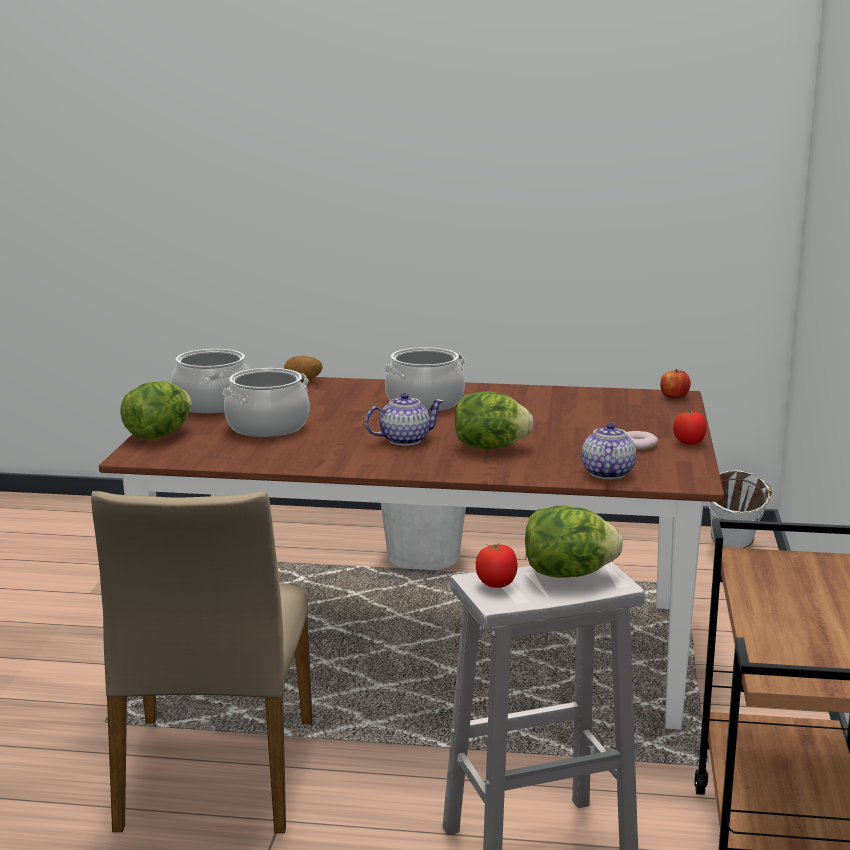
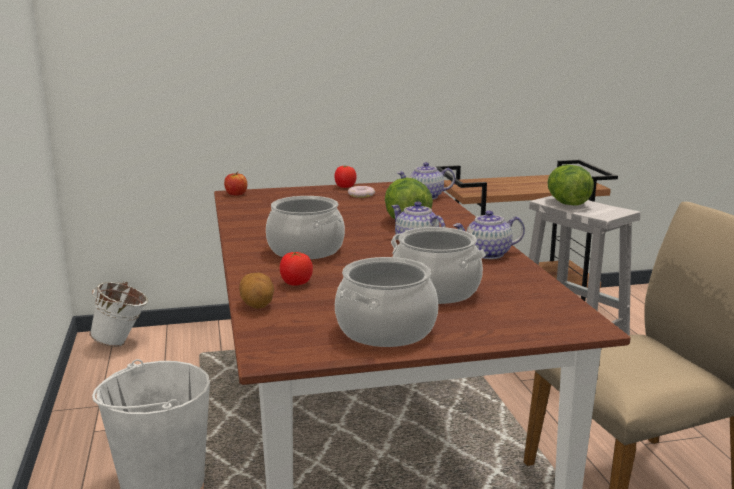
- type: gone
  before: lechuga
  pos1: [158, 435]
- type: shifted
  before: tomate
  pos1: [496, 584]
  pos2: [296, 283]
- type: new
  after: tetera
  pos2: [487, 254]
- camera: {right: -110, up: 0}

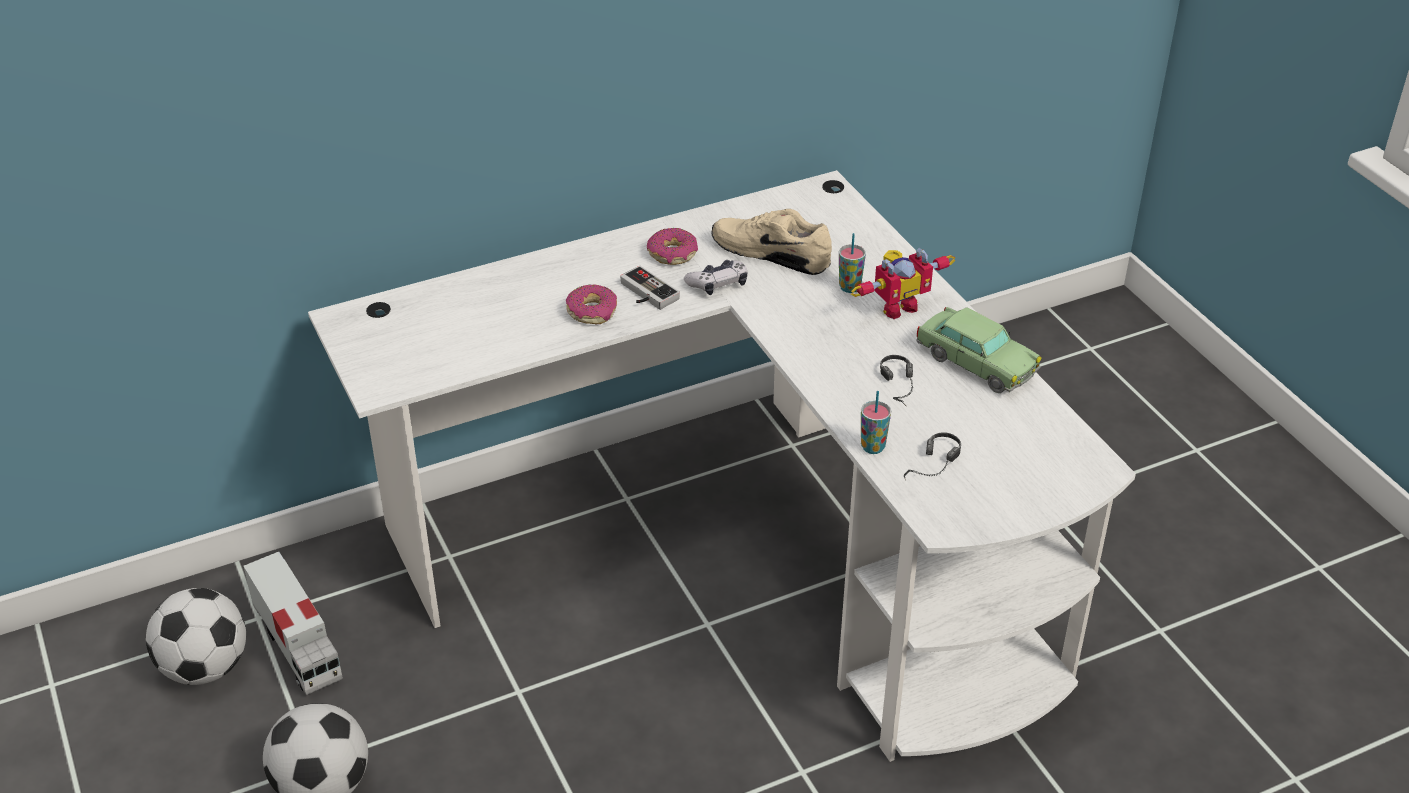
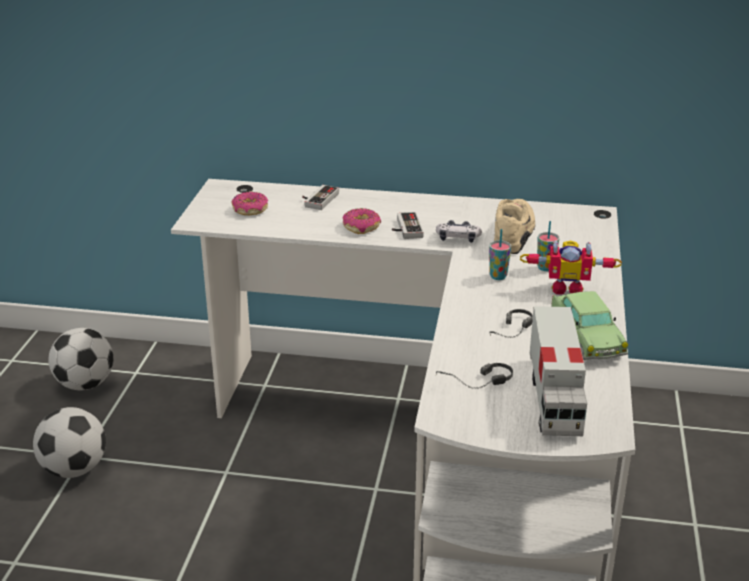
- type: rotated
  before: zapato/beis
  pos1: [772, 253]
  pos2: [514, 234]
  turn: 45
- type: shifted
  before: rosquilla
  pos1: [672, 254]
  pos2: [250, 210]
- type: shifted
  before: taza
  pos1: [873, 447]
  pos2: [498, 276]
- type: shifted
  before: camión de juguete
  pos1: [298, 646]
  pos2: [554, 398]
- type: new
  after: mando de consola
  pos2: [318, 199]
- camera: {right: 35, up: -10}

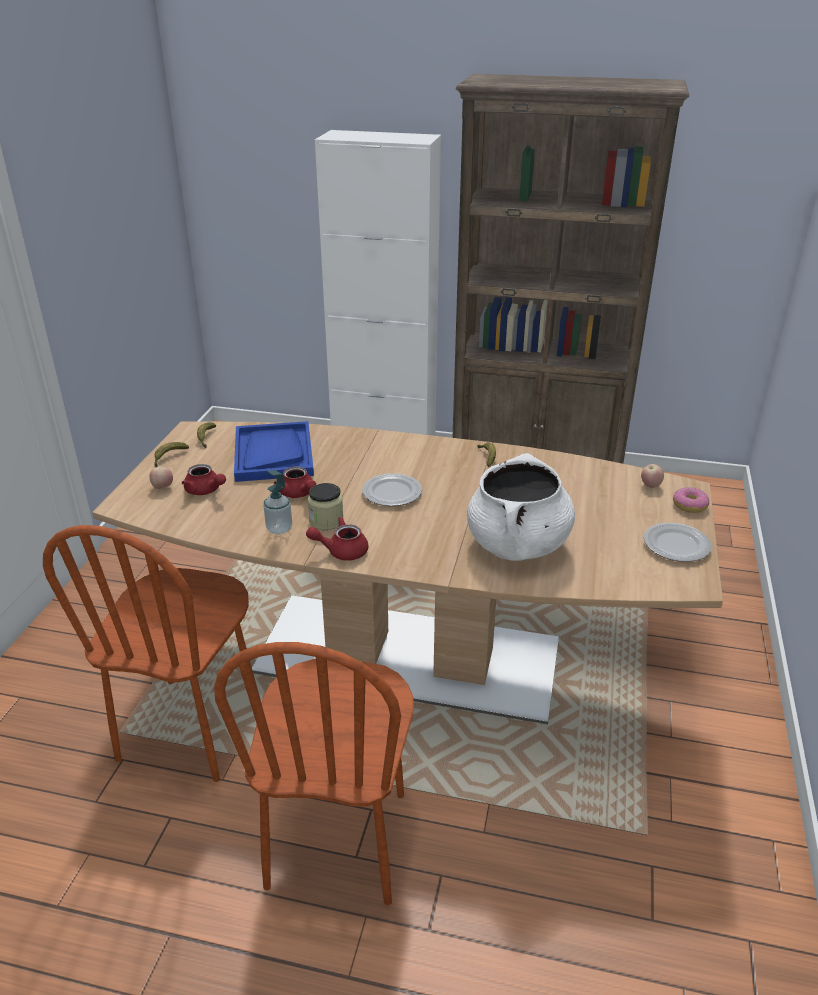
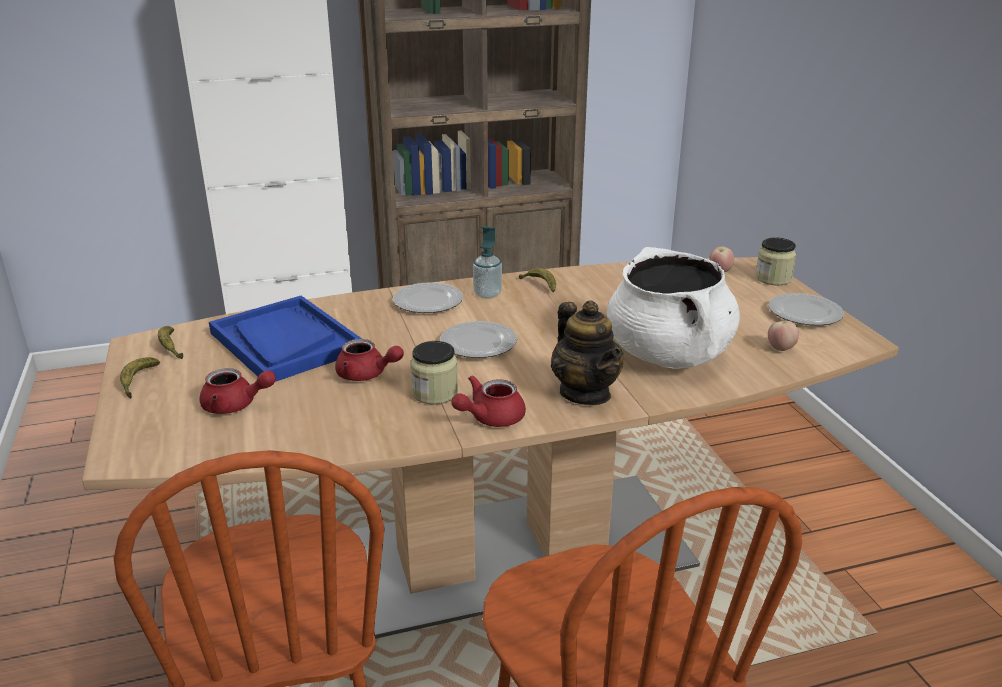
- type: shifted
  before: manzana
  pos1: [163, 487]
  pos2: [781, 348]
- type: shifted
  before: dispensador de jabón
  pos1: [279, 529]
  pos2: [487, 294]
- type: swapped
  before: rosquilla
  after: tarro
  pos1: [690, 505]
  pos2: [773, 278]
- type: new
  after: plato
  pos2: [429, 302]
- type: new
  after: tetera
  pos2: [585, 393]
- camera: {right: -30, up: -5}

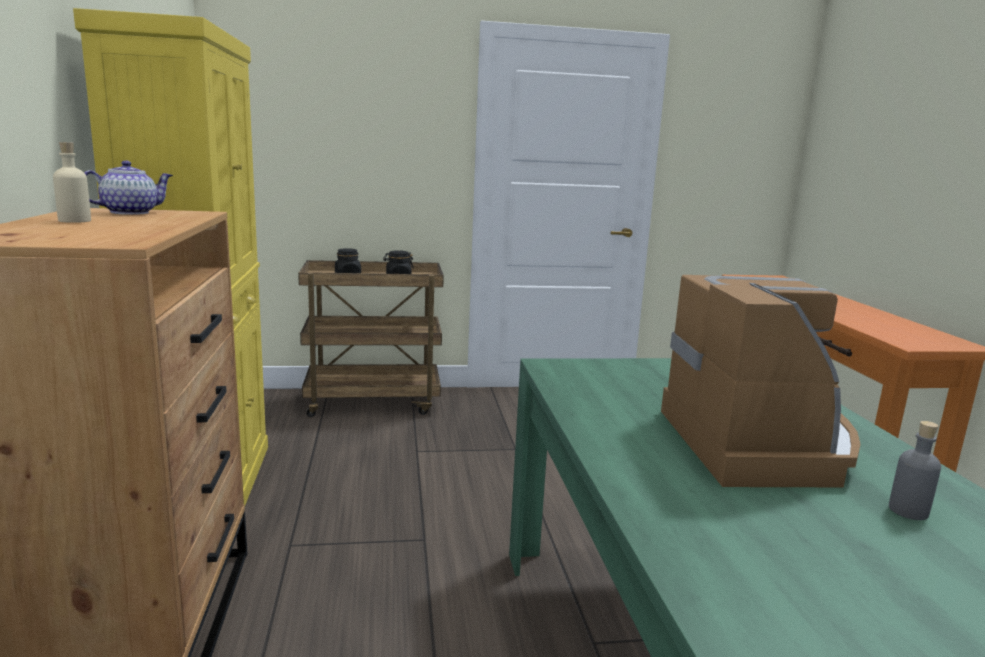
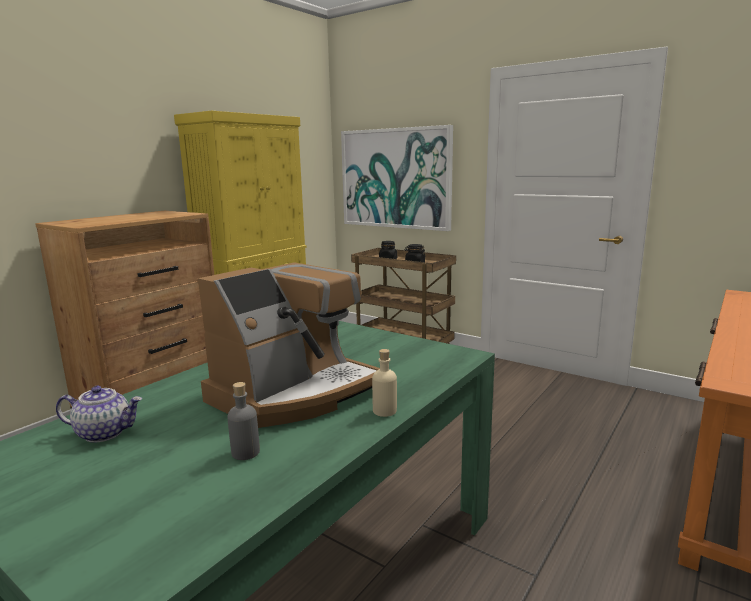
- type: shifted
  before: botella/beis
  pos1: [75, 221]
  pos2: [384, 411]
- type: shifted
  before: tetera
  pos1: [130, 212]
  pos2: [105, 433]
- type: new
  after: cuadro
  pos2: [395, 178]
- camera: {right: 45, up: 0}

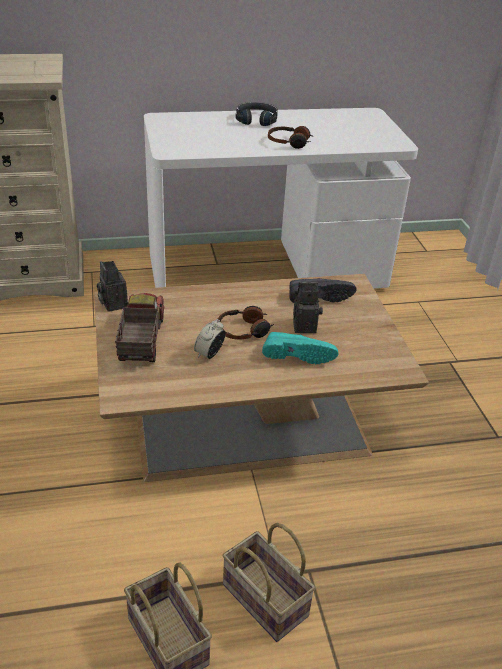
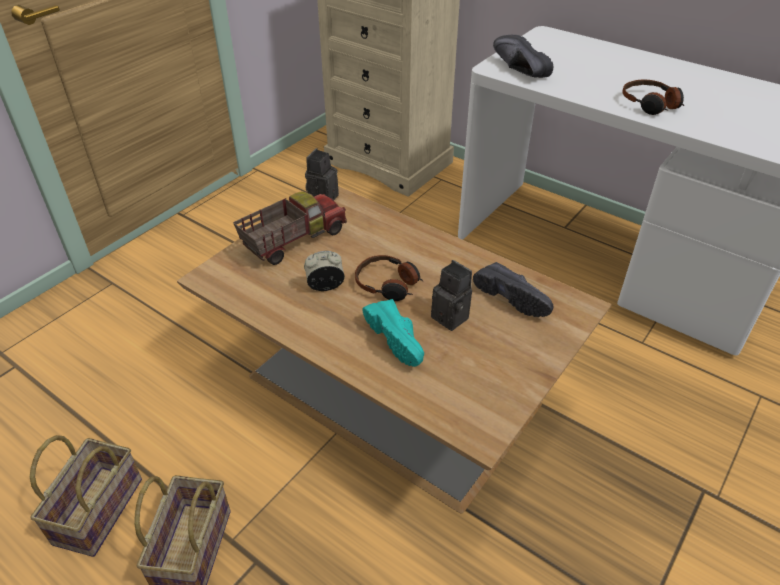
- type: gone
  before: auriculares/negro
  pos1: [256, 120]
- type: new
  after: zapato/negro
  pos2: [516, 71]
- camera: {right: 50, up: 5}

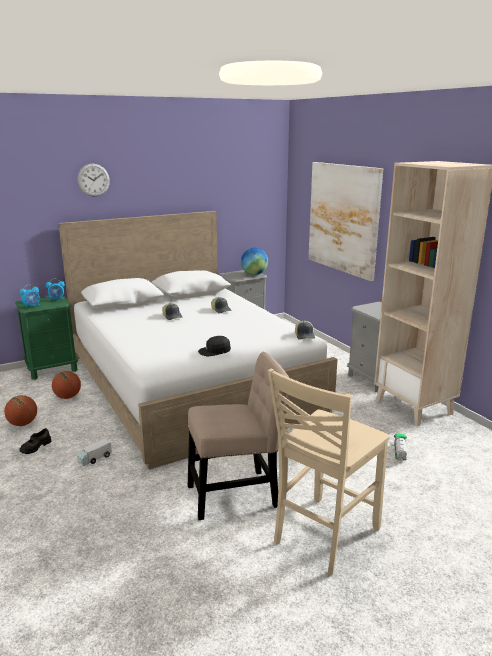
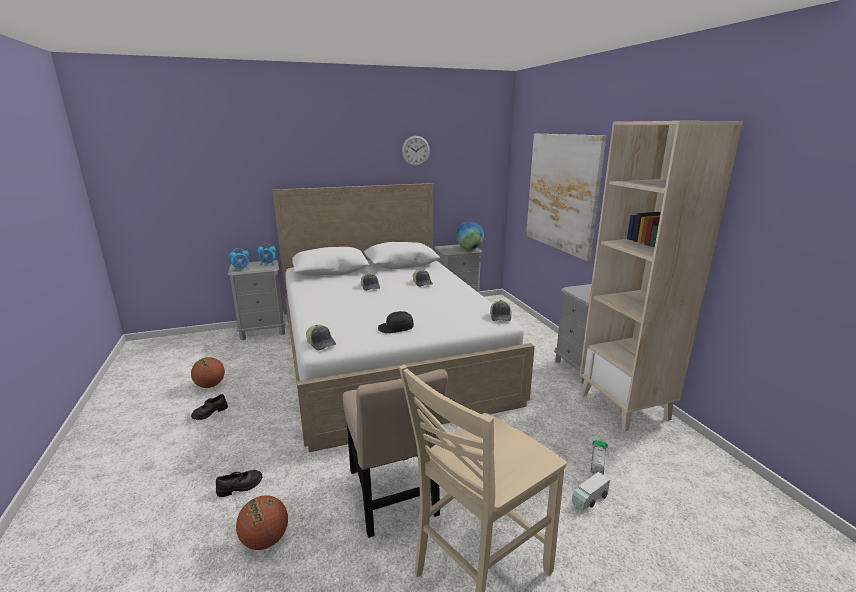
- type: shifted
  before: reloj de pared
  pos1: [93, 180]
  pos2: [415, 151]
- type: repainted
  before: mesita de noche/verde
  after: mesita de noche/gris
  pos1: [52, 369]
  pos2: [263, 331]
- type: rotated
  before: silla/beis
  pos1: [237, 494]
  pos2: [392, 496]
  turn: 75
- type: shifted
  before: balón de baloncesto
  pos1: [68, 397]
  pos2: [265, 540]
- type: shifted
  before: camión de juguete
  pos1: [94, 459]
  pos2: [589, 499]
- type: new
  after: gorra
  pos2: [321, 343]
- type: new
  after: zapato/negro
  pos2: [240, 486]
- camera: {right: 10, up: 0}

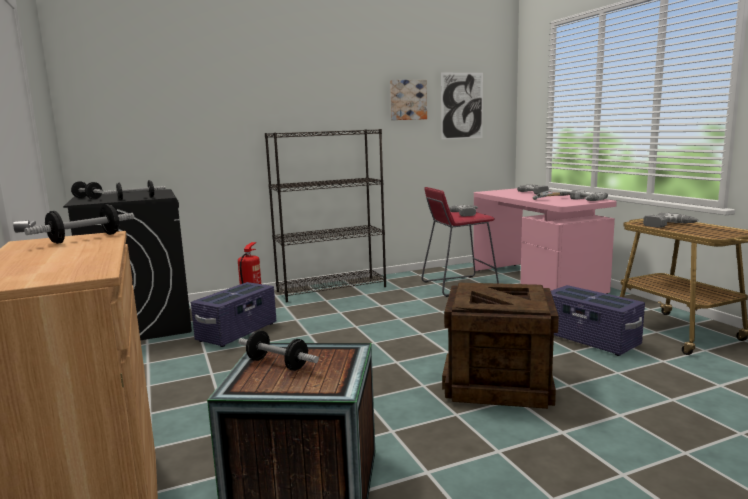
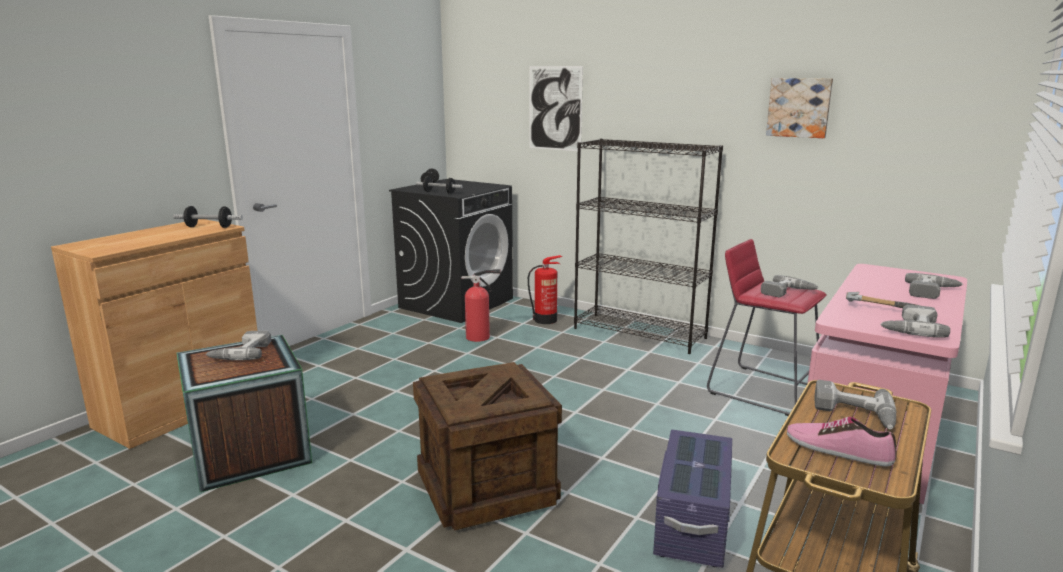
- type: shifted
  before: cuadro
  pos1: [462, 106]
  pos2: [555, 108]
- type: swapped
  before: caja de almacenaje/morado
  after: extintor
  pos1: [237, 332]
  pos2: [480, 337]
- type: swapped
  before: mancuerna
  after: taladro
  pos1: [277, 364]
  pos2: [241, 353]
- type: new
  after: zapato
  pos2: [838, 449]
- camera: {right: 55, up: 5}

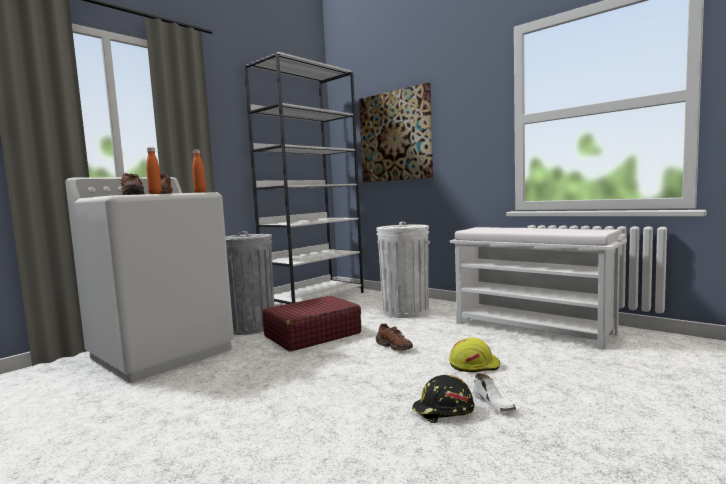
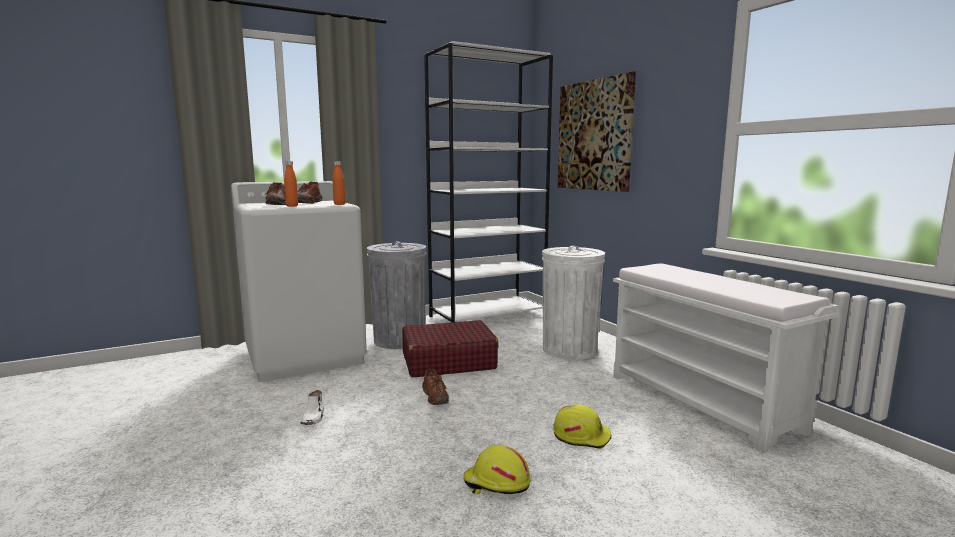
- type: shifted
  before: zapato/marrón
  pos1: [394, 347]
  pos2: [435, 398]
- type: shifted
  before: zapato/blanco
  pos1: [494, 404]
  pos2: [313, 417]
- type: repainted
  before: casco/negro
  after: casco/amarillo
  pos1: [443, 411]
  pos2: [496, 483]
- camera: {right: 20, up: 5}

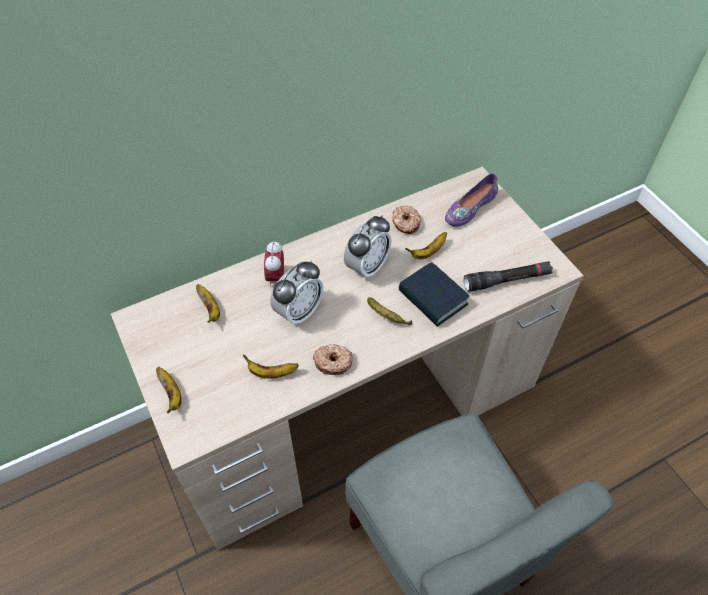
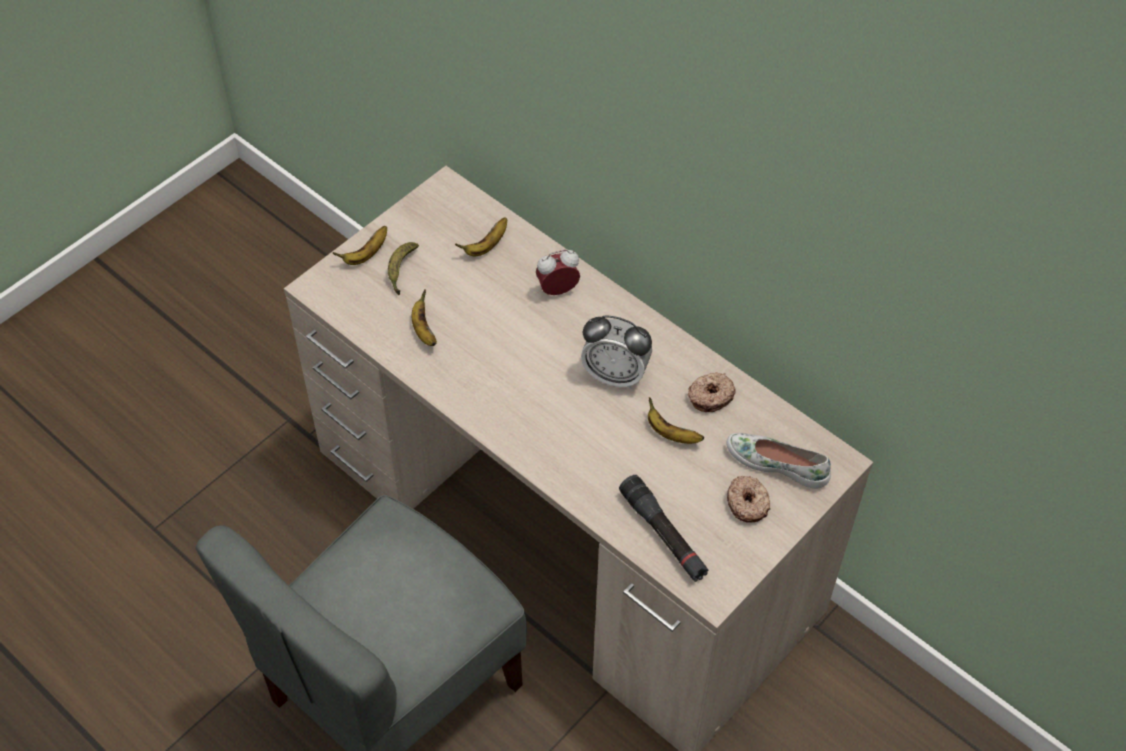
- type: repainted
  before: zapato/morado
  after: zapato/blanco
  pos1: [469, 208]
  pos2: [777, 463]
- type: gone
  before: despertador
  pos1: [299, 312]
- type: gone
  before: libro
  pos1: [432, 298]
- type: shifted
  before: plátano
  pos1: [386, 316]
  pos2: [401, 270]
- type: shifted
  before: rosquilla
  pos1: [333, 362]
  pos2: [748, 503]
- camera: {right: 70, up: 0}

